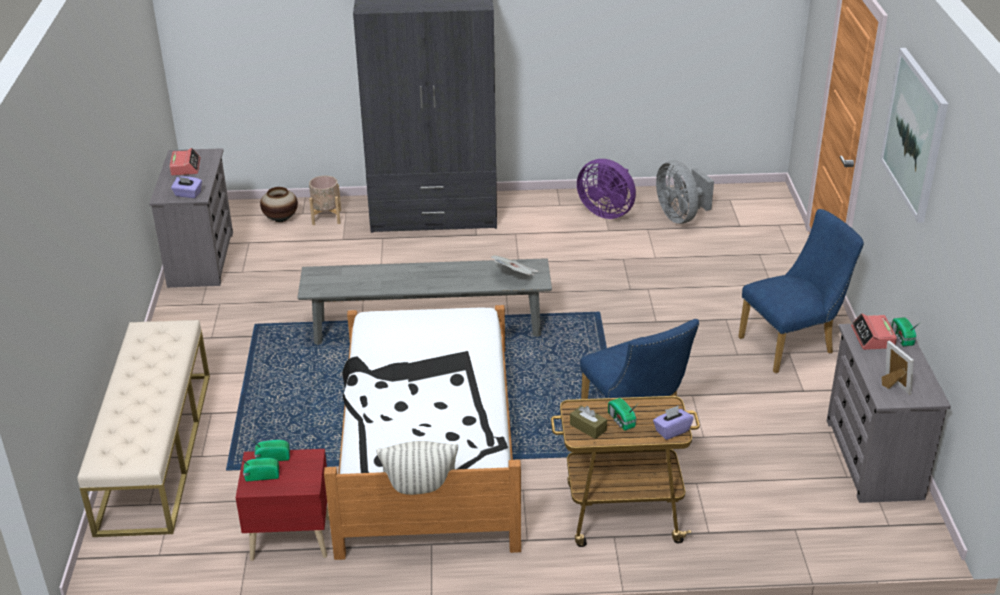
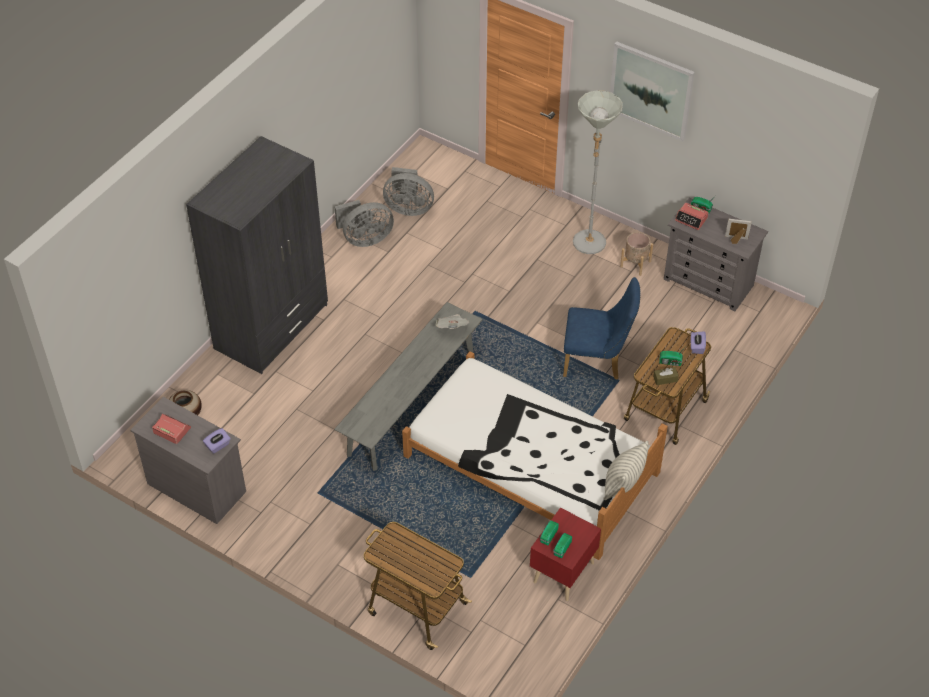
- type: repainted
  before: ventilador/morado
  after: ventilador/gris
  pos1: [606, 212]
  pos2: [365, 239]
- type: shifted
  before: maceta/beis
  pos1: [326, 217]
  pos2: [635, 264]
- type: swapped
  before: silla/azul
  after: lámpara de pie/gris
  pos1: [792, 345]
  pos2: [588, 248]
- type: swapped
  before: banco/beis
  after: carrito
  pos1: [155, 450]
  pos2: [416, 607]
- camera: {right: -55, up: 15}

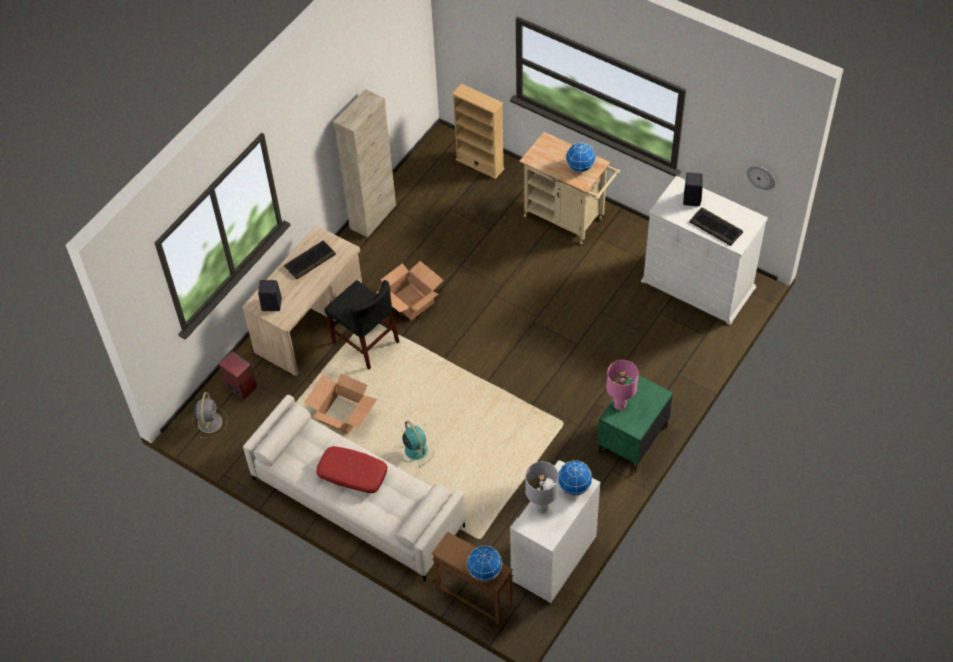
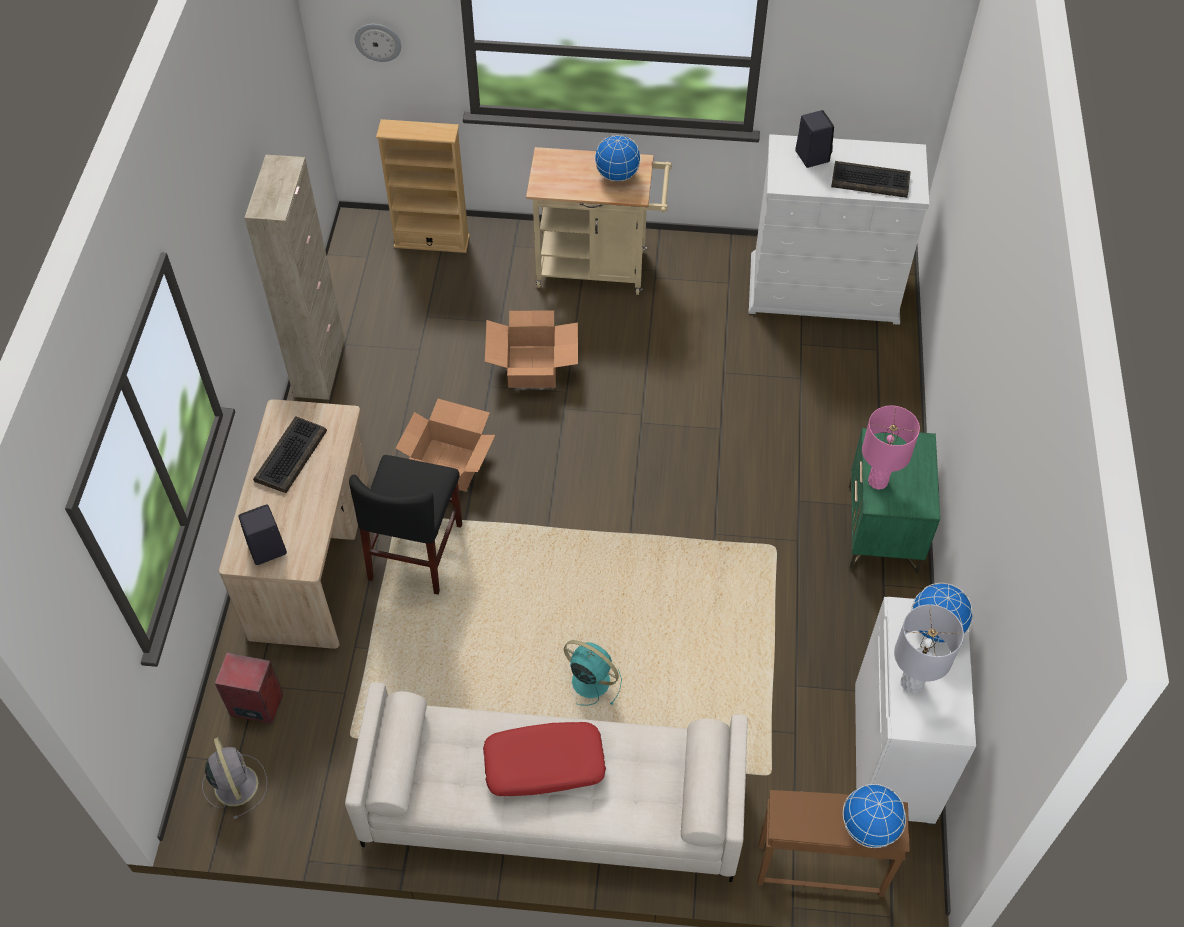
- type: shifted
  before: reloj de pared
  pos1: [761, 177]
  pos2: [378, 41]
- type: rotated
  before: silla/negro
  pos1: [365, 342]
  pos2: [416, 551]
  turn: 90
- type: shifted
  before: caja de cartón
  pos1: [343, 414]
  pos2: [533, 366]
- camera: {right: -30, up: 0}

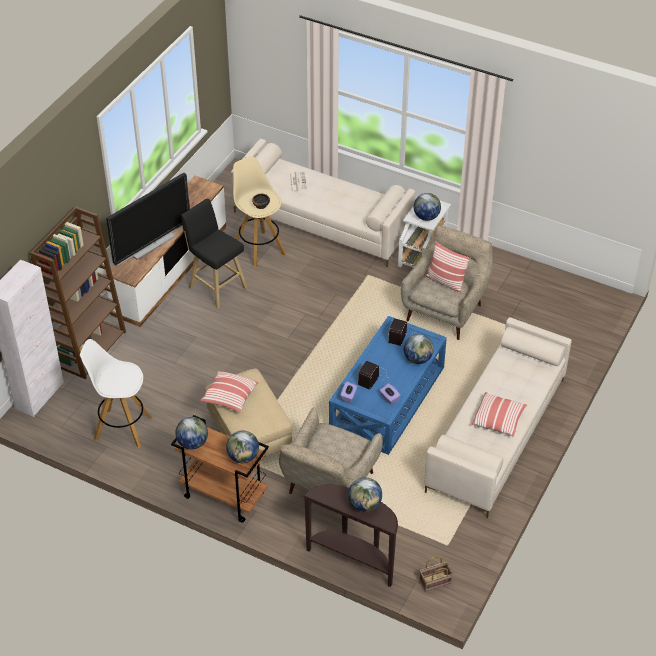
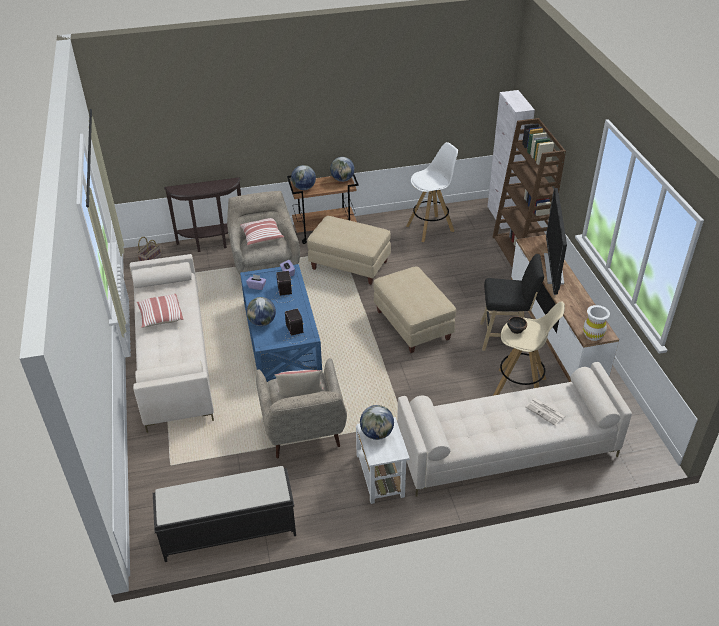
- type: shifted
  before: cojín
  pos1: [229, 397]
  pos2: [261, 237]
- type: gone
  before: globo terráqueo
  pos1: [365, 505]
- type: new
  after: puf/beis
  pos2: [413, 325]
- type: new
  after: florero/blanco
  pos2: [593, 335]
- type: new
  after: banco/negro
  pos2: [227, 530]
- camera: {right: 140, up: -5}

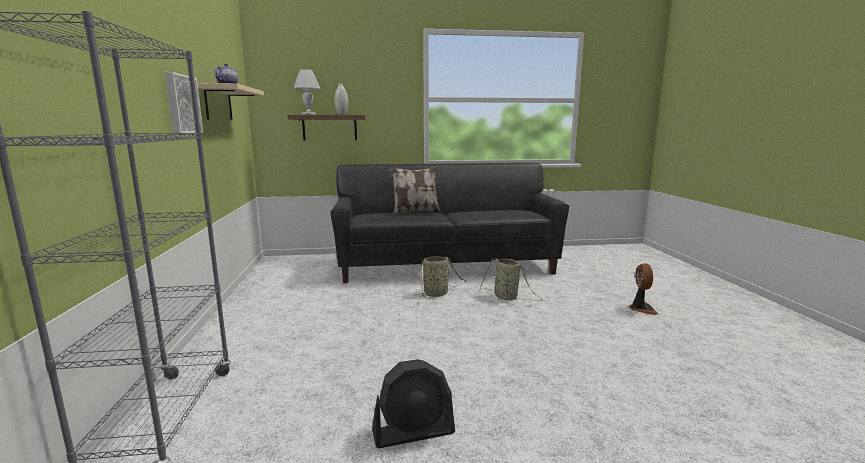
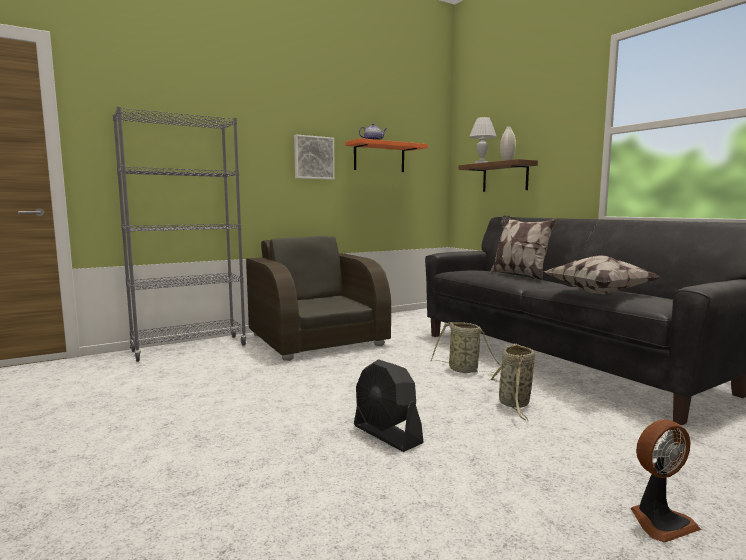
- type: repainted
  before: estante/beis
  after: estante/naranja
  pos1: [218, 103]
  pos2: [379, 157]
- type: shifted
  before: ventilador/negro
  pos1: [413, 432]
  pos2: [387, 434]
- type: new
  after: sillón/marrón
  pos2: [316, 339]
- type: new
  after: cojín
  pos2: [598, 292]
- camera: {right: 65, up: -5}

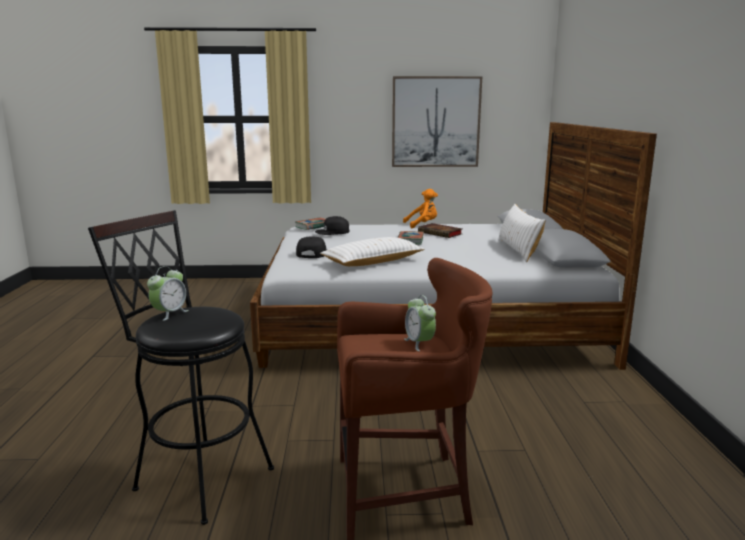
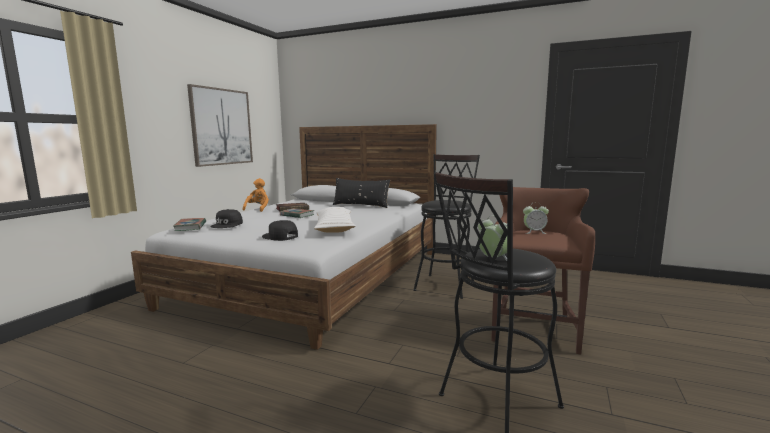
- type: repainted
  before: cojín/blanco
  after: cojín/negro
  pos1: [518, 250]
  pos2: [361, 205]
- type: new
  after: taburete/negro
  pos2: [446, 284]
- camera: {right: -65, up: -5}

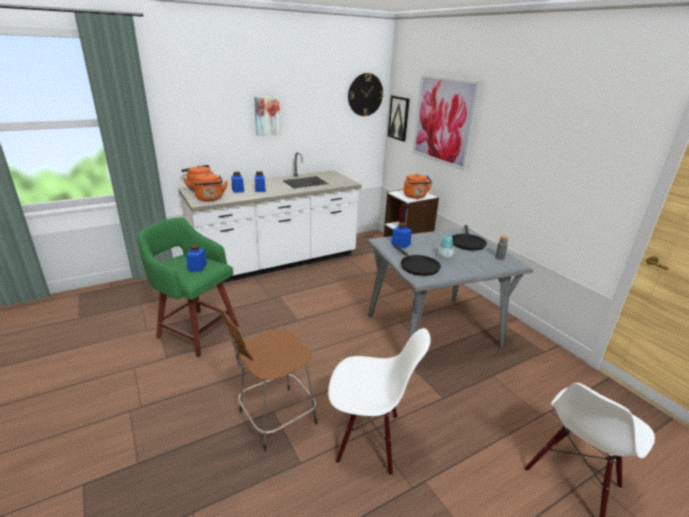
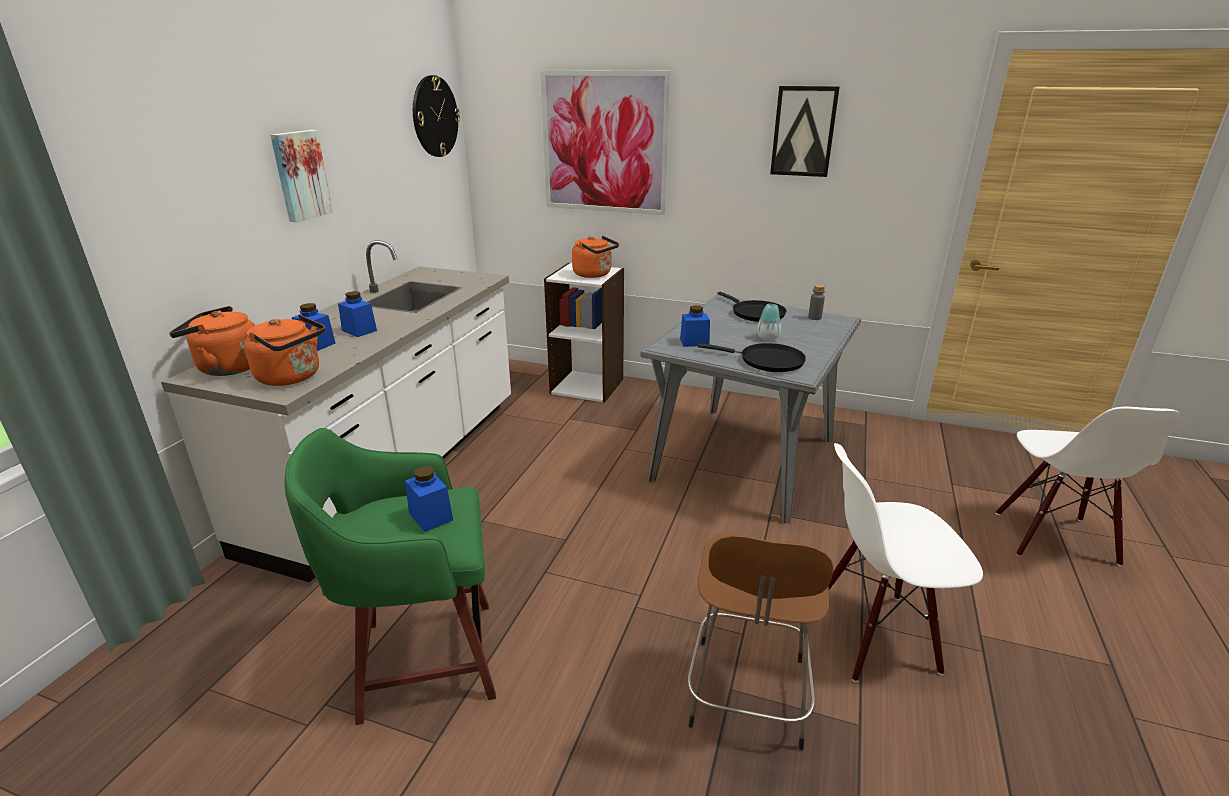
- type: shifted
  before: cuadro
  pos1: [399, 118]
  pos2: [803, 131]
- type: rotated
  before: silla/blanco
  pos1: [368, 440]
  pos2: [875, 634]
  turn: -150
- camera: {right: -40, up: 0}

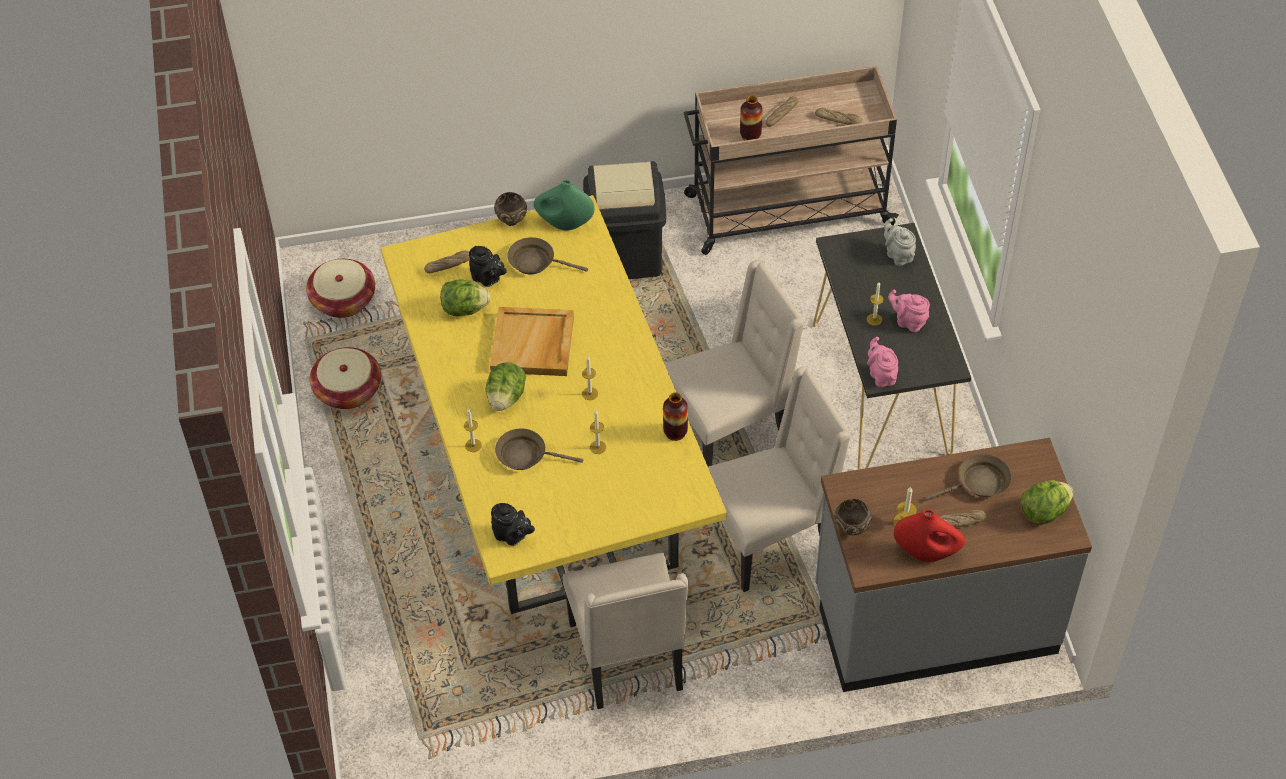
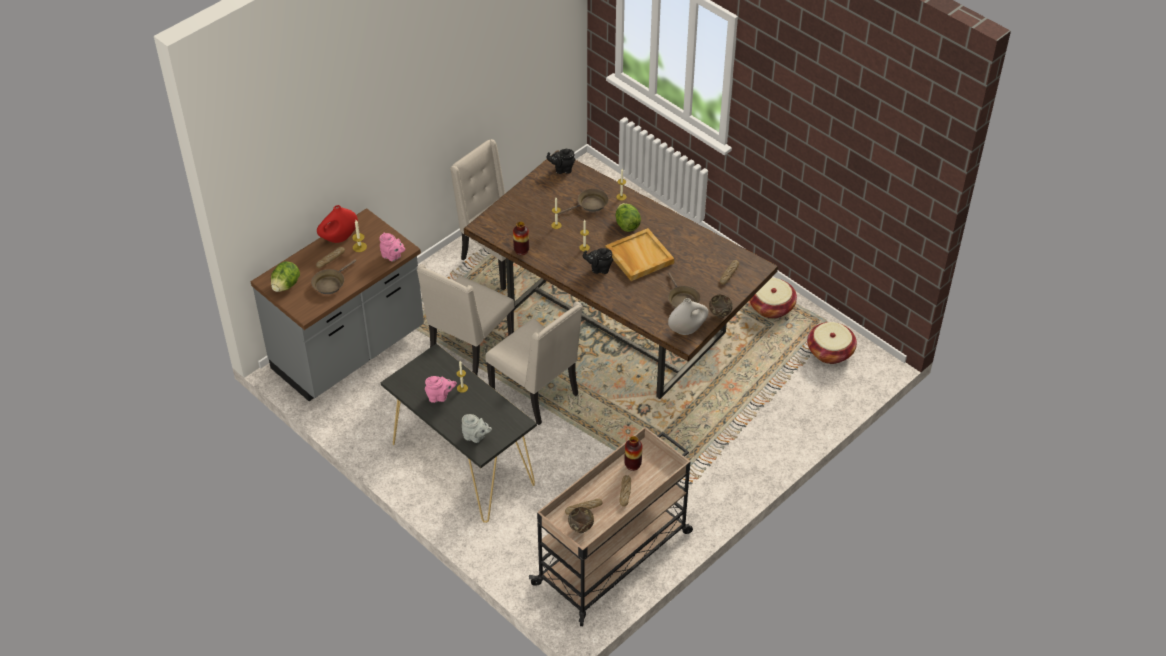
- type: gone
  before: papelera/negro
  pos1: [626, 256]
- type: repainted
  before: florero/verde
  after: florero/blanco
  pos1: [565, 224]
  pos2: [687, 329]
- type: repainted
  before: mesa de comedor/amarillo
  after: mesa de comedor/marrón
  pos1: [552, 471]
  pos2: [618, 323]
- type: rotated
  before: sartén/marrón
  pos1: [536, 262]
  pos2: [682, 300]
  turn: 90
- type: shifted
  before: tetera/negro
  pos1: [488, 279]
  pos2: [599, 269]
- type: rotated
  before: silla/beis
  pos1: [729, 431]
  pos2: [536, 393]
  turn: -75
- type: gone
  before: lechuga
  pos1: [464, 309]
- type: shifted
  before: tetera/rosa
  pos1: [881, 375]
  pos2: [392, 256]
- type: shifted
  before: cuenco/marrón
  pos1: [851, 530]
  pos2: [581, 528]
- camera: {right: 145, up: -5}

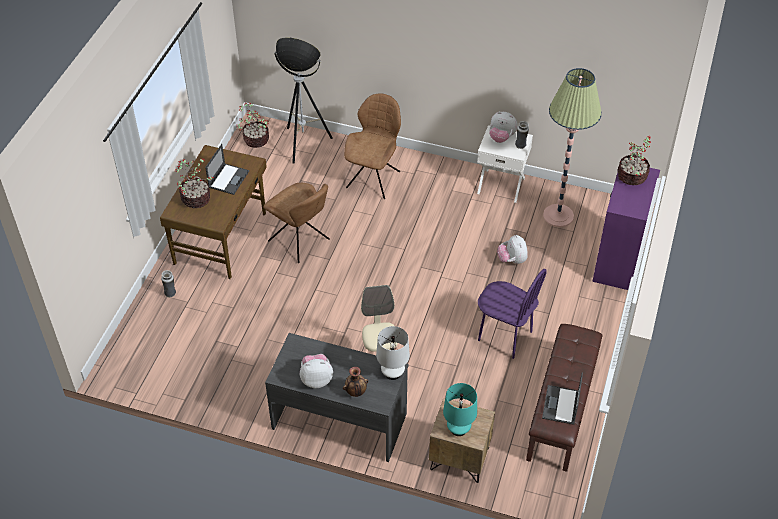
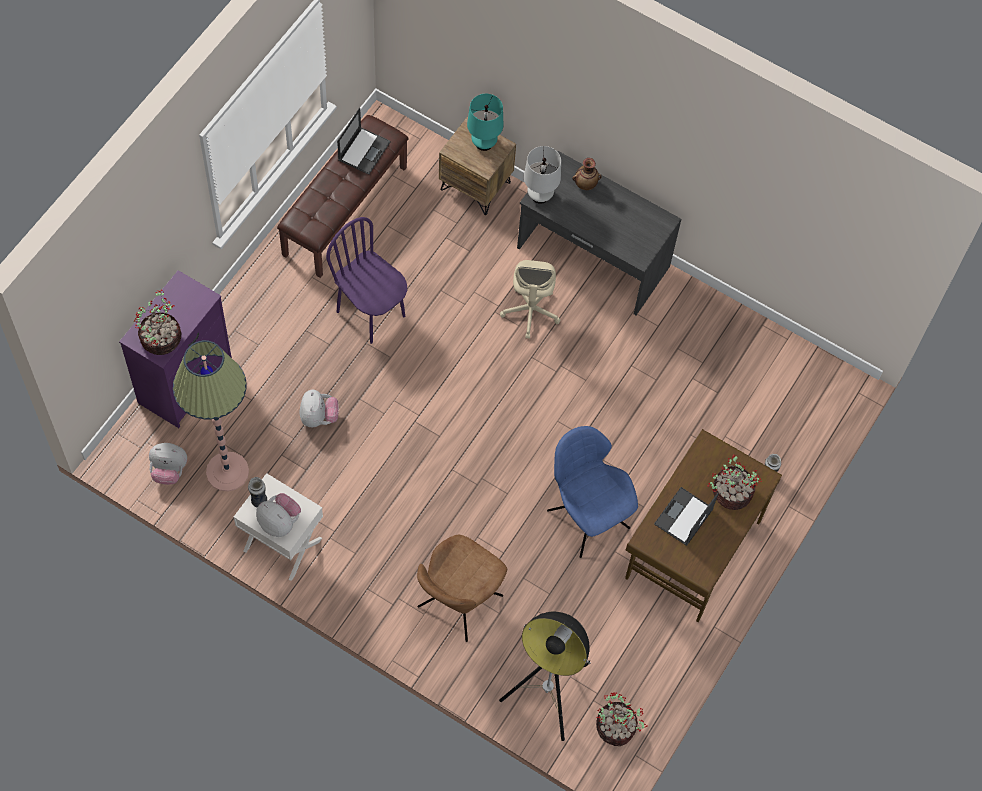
- type: repainted
  before: silla/marrón
  after: silla/azul
  pos1: [300, 241]
  pos2: [586, 516]
- type: shifted
  before: peluche
  pos1: [316, 379]
  pos2: [169, 470]
- camera: {right: -170, up: 15}

